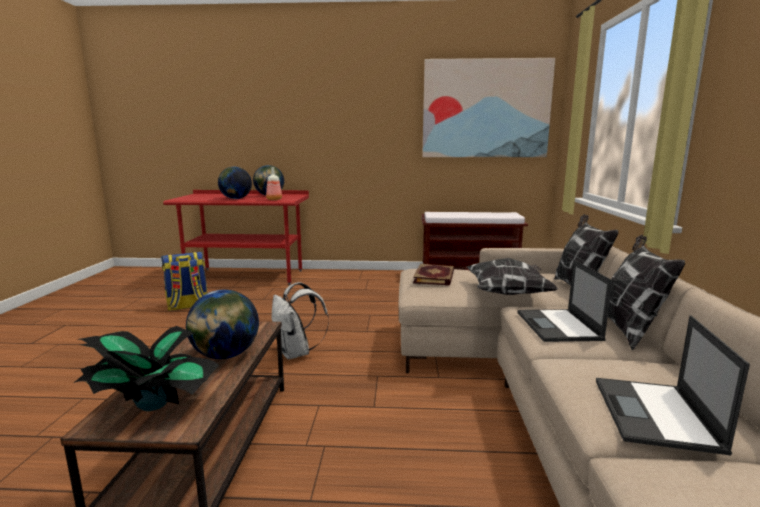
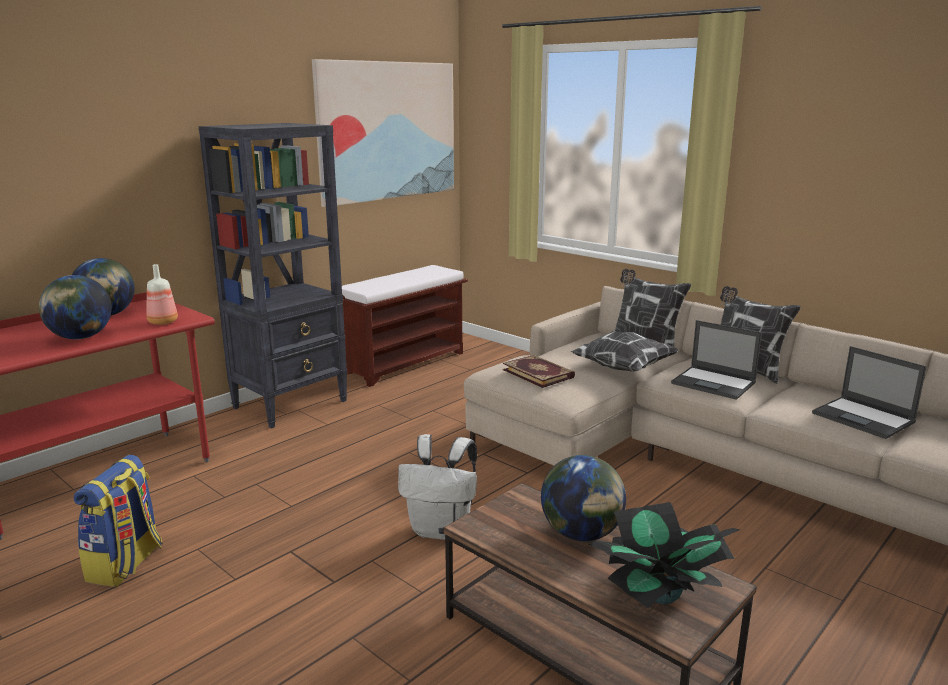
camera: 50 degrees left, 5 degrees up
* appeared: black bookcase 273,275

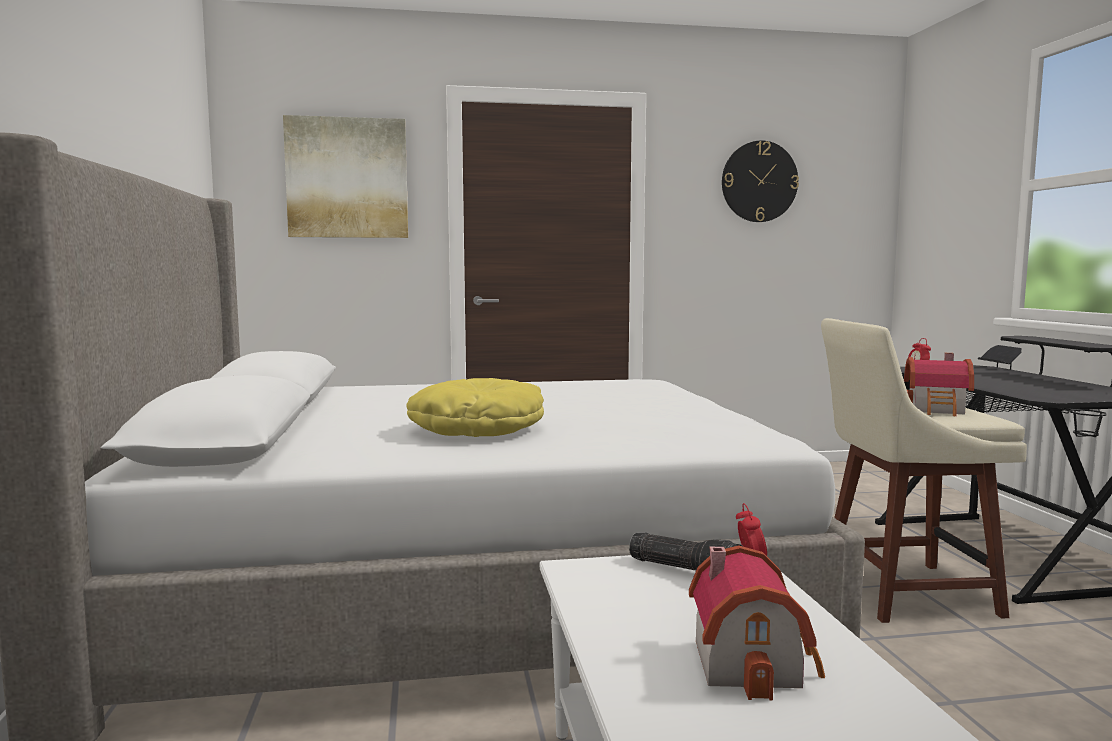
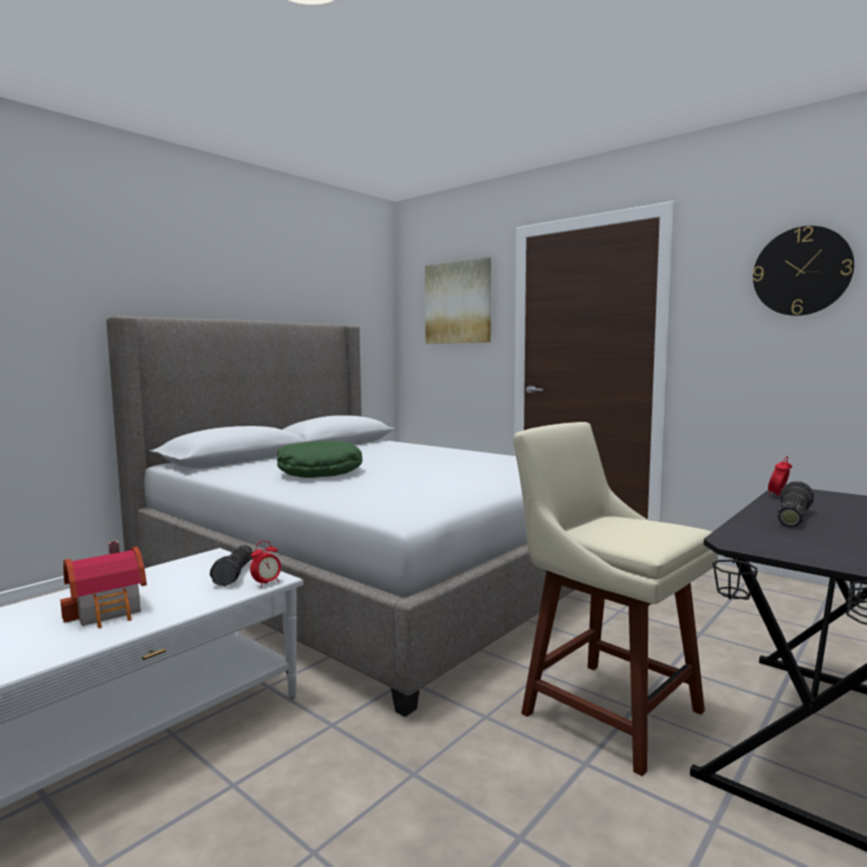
camera: 50 degrees right, 0 degrees up
* colour: yellow pillow 475,407 to green pillow 320,459
* missing: toy house 939,384
* appeared: flashlight 795,504

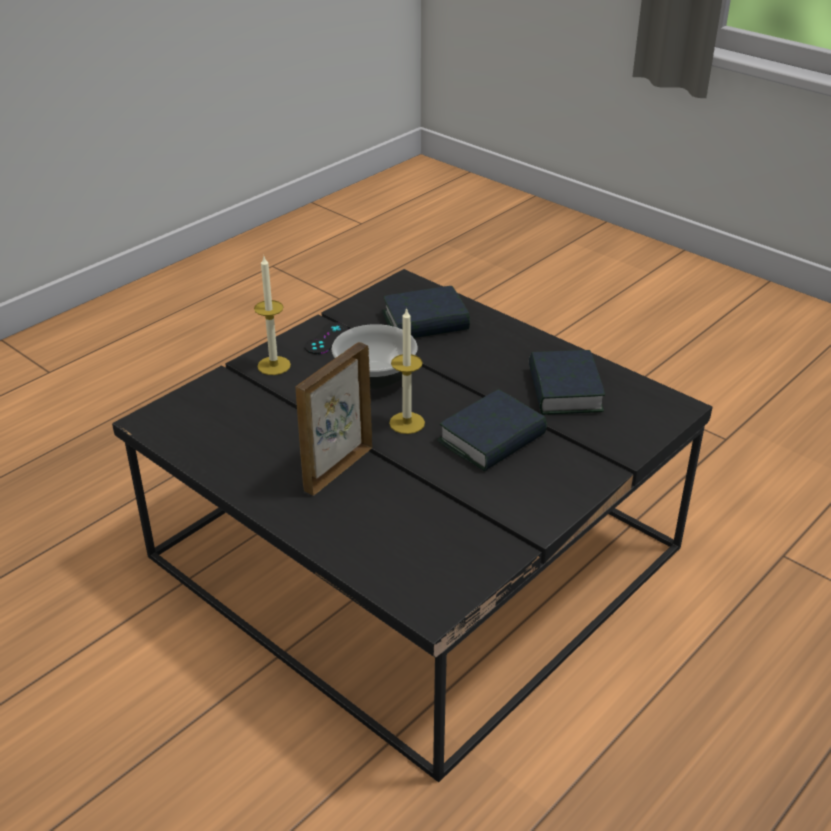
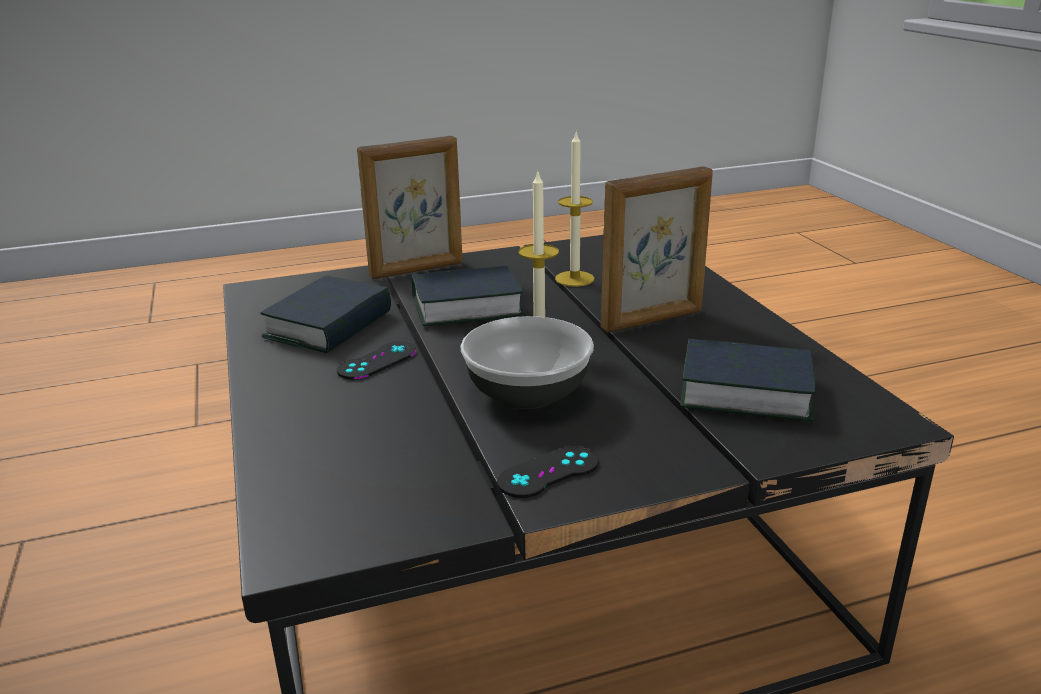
camera: 150 degrees left, 10 degrees down
* relocated: candle 272,315 to 575,208
* relocated: book 426,312 to 747,380
* appeared: black game controller 376,360
* appeared: picture frame 410,207

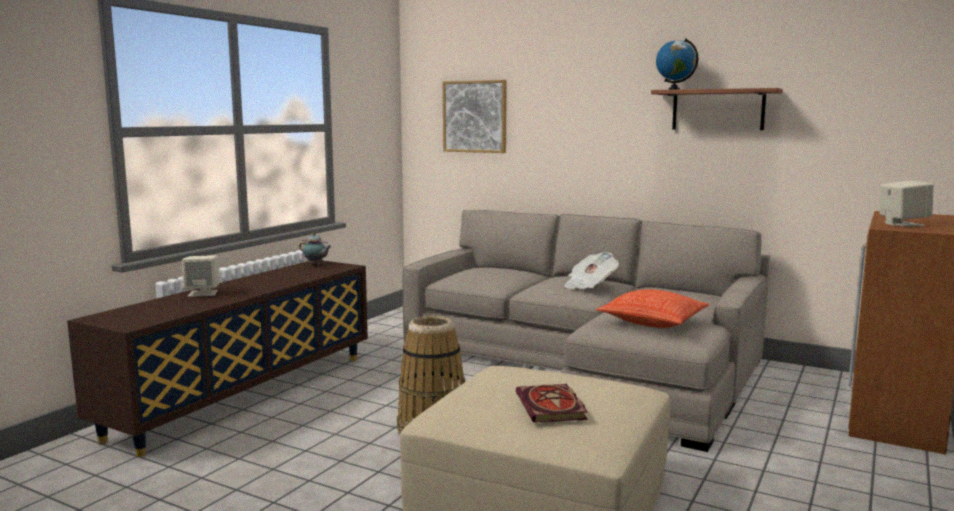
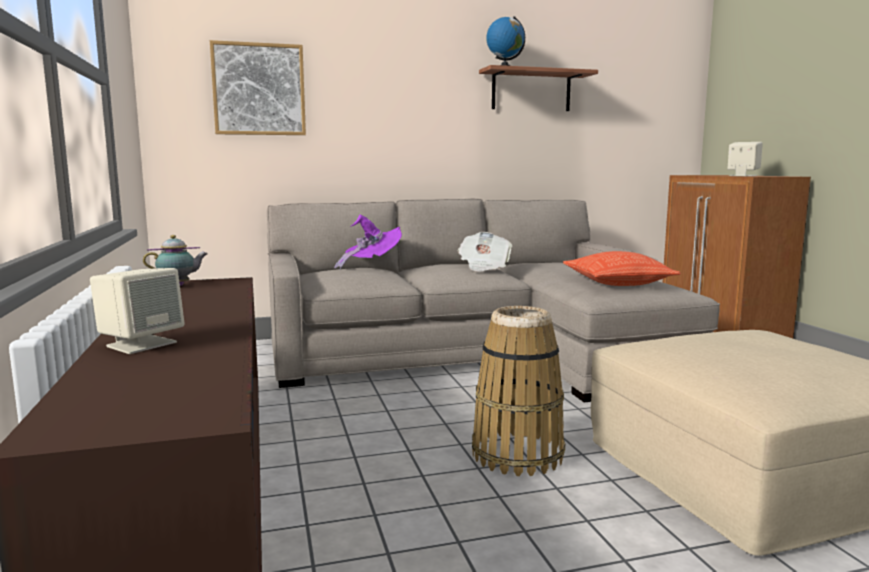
camera: 45 degrees left, 0 degrees up
* missing: book 552,403
* appeared: purple hat 368,242

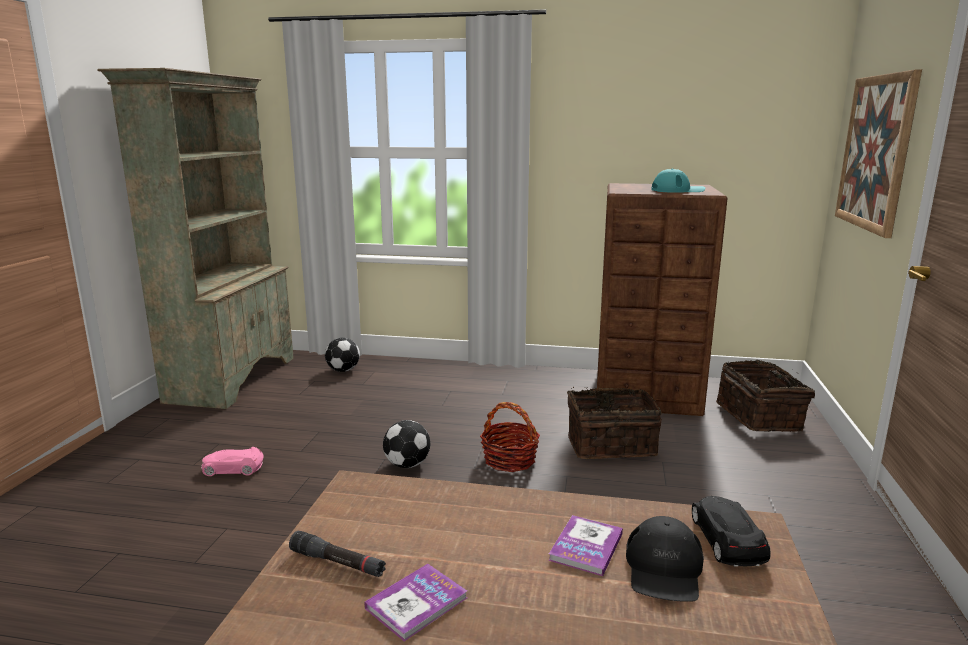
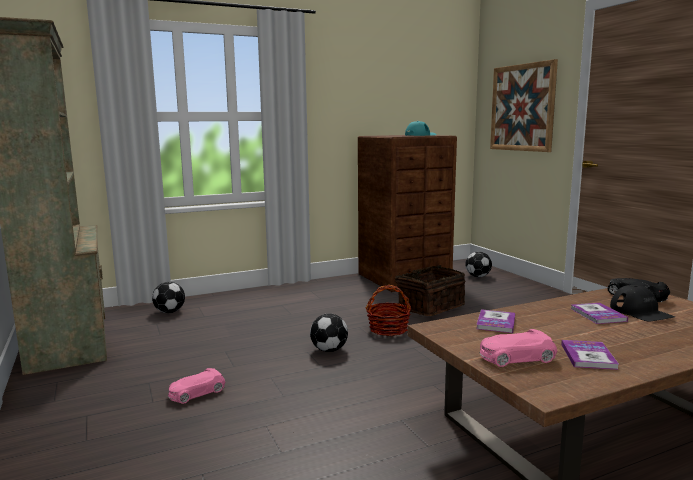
camera: 35 degrees left, 5 degrees down
* exchanged: black flashlight 337,554 to pink toy car 518,348
* exchanged: basket 765,396 to football 478,264
* appeared: book 495,321

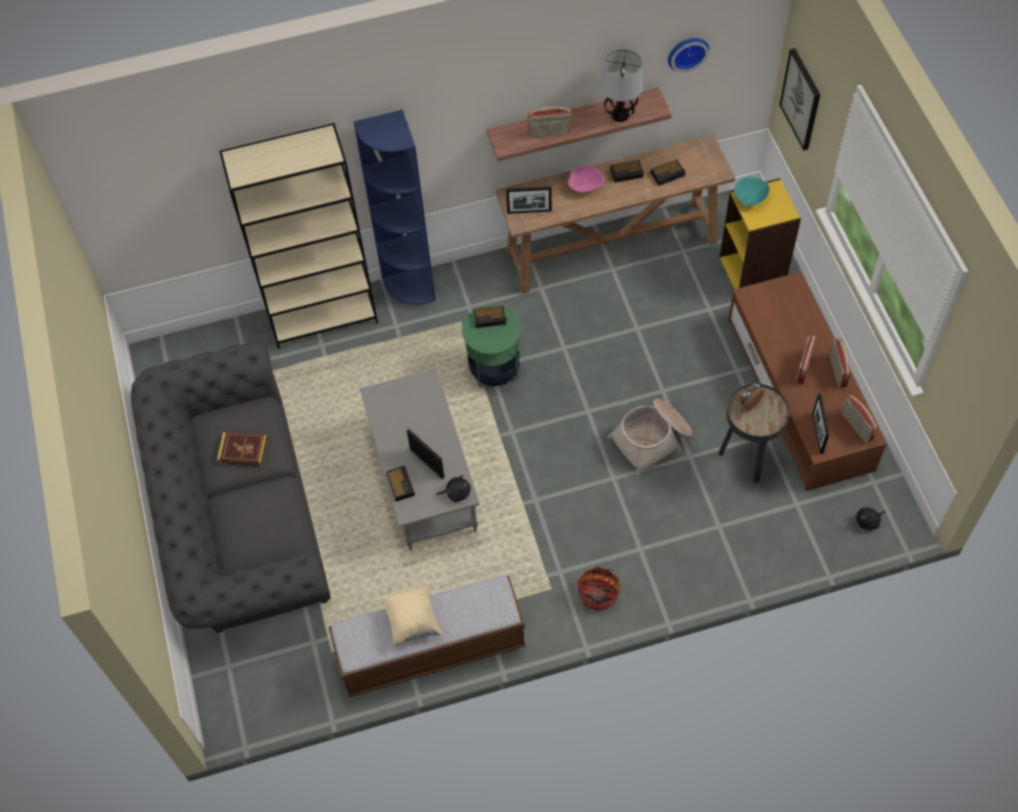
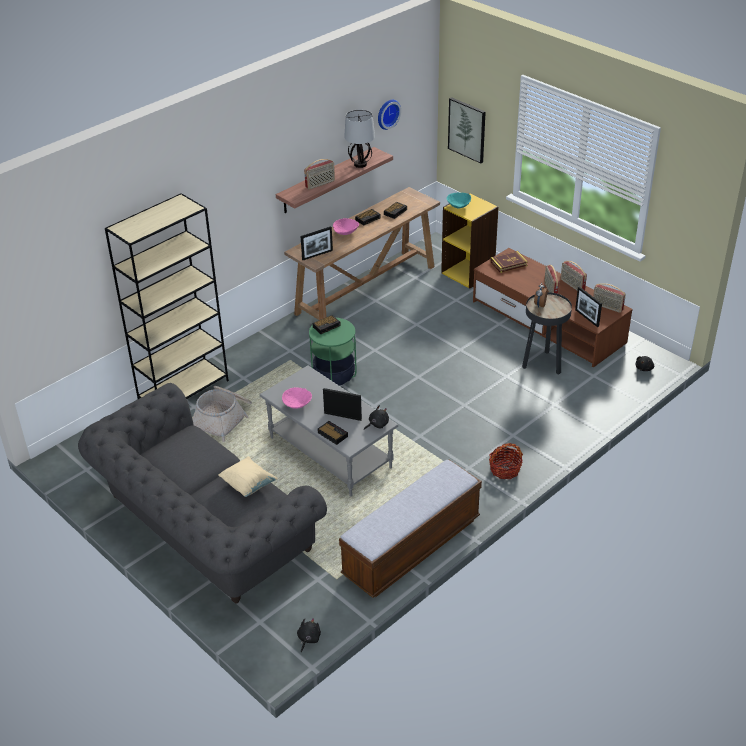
camera: 30 degrees left, 20 degrees down
* relocated: book 242,449 to 509,262
* missing: blue bookcase 394,207
* relocated: beige pillow 412,615 to 248,476
* relocated: basket 649,437 to 222,414
* appeared: pink bowl 297,398
* appeared: black plush toy 309,635

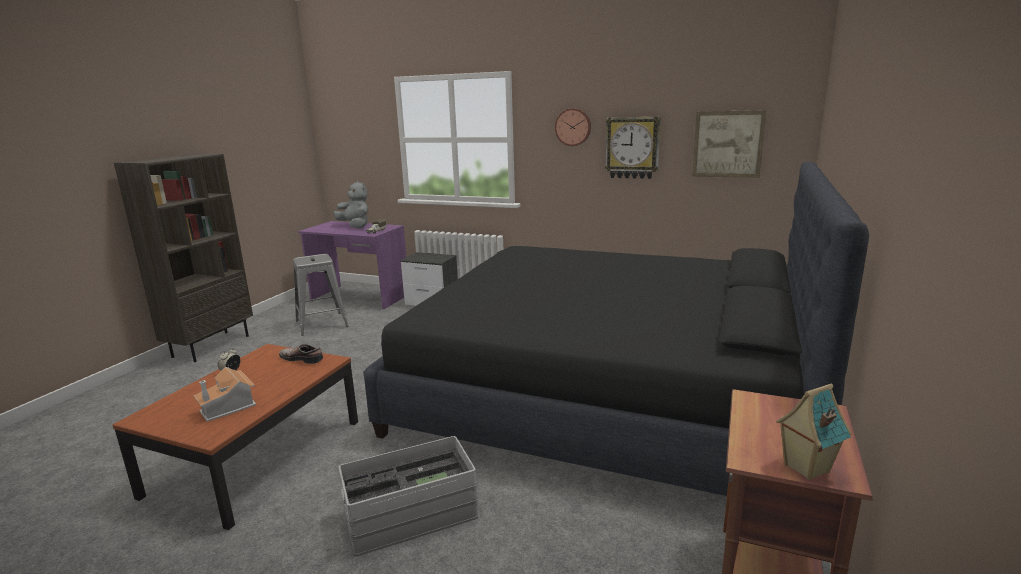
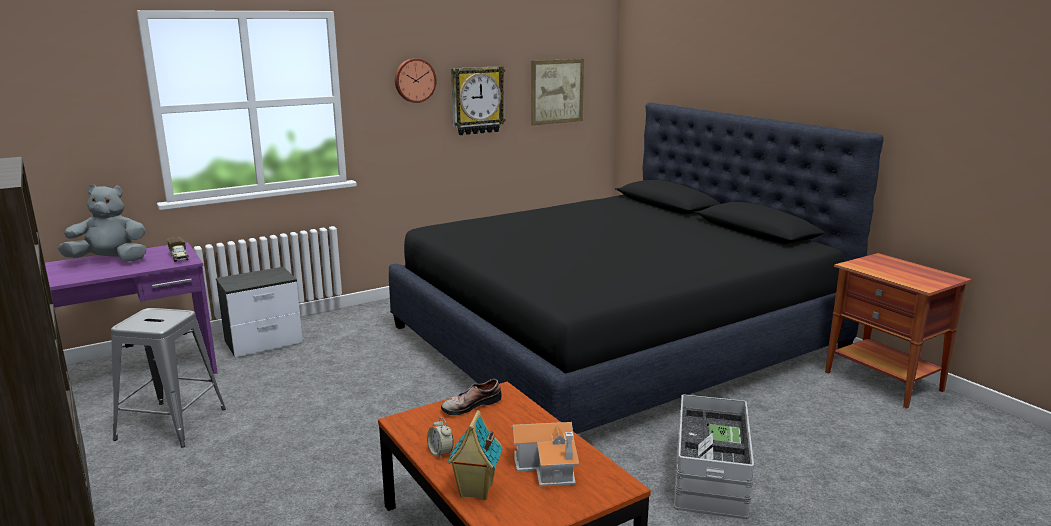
camera: 55 degrees left, 0 degrees up
* relocated: toy house 814,432 to 475,455

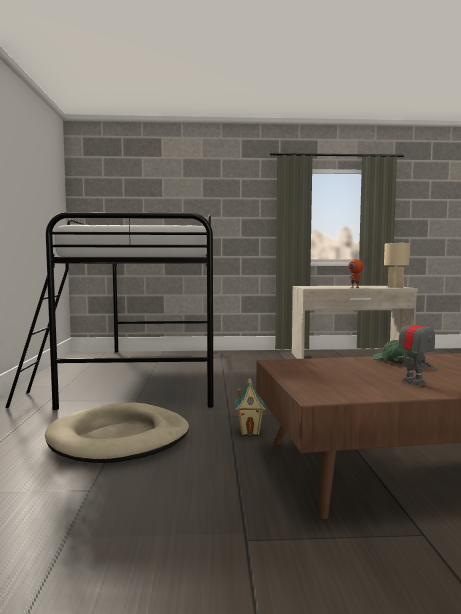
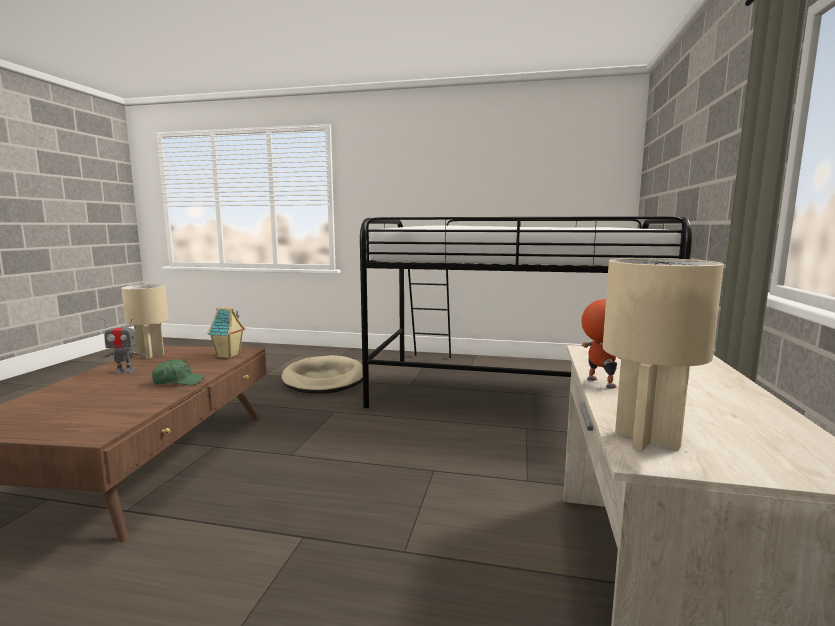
camera: 105 degrees right, 5 degrees up
* relocated: toy house 250,406 to 226,332
* appeared: beige table lamp 144,321

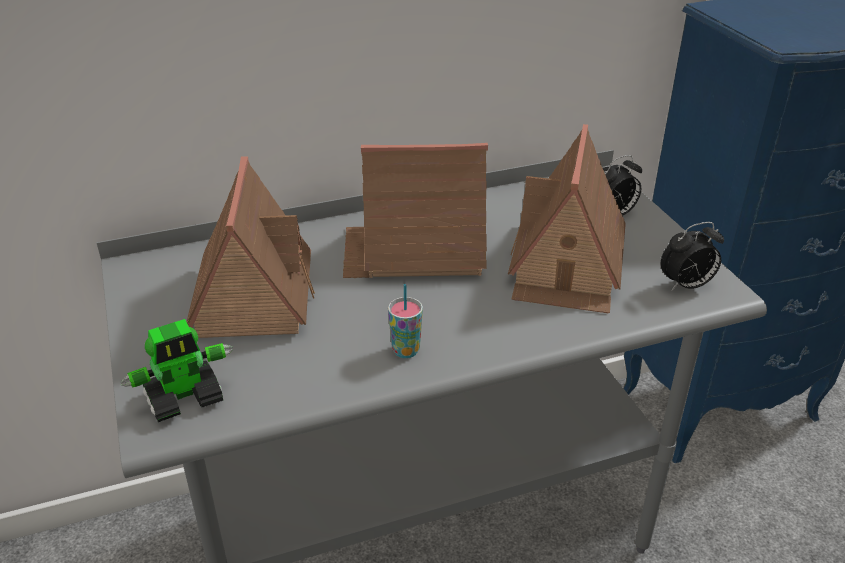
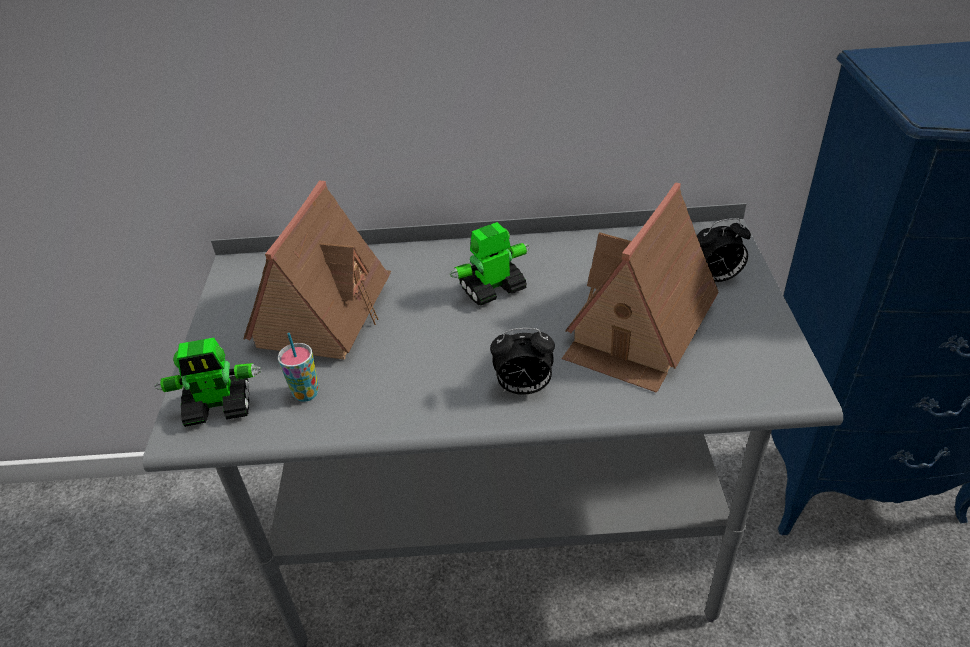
camera: 20 degrees right, 5 degrees up
* exchanged: toy house 415,210 to toy robot 489,264
* relocated: cup 405,321 to 298,367
* relocated: alarm clock 692,256 to 522,361

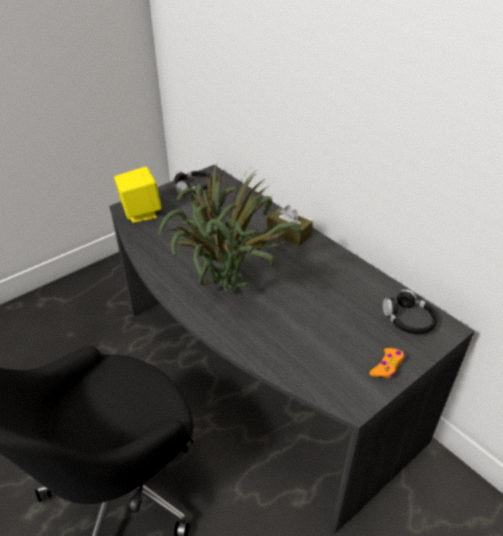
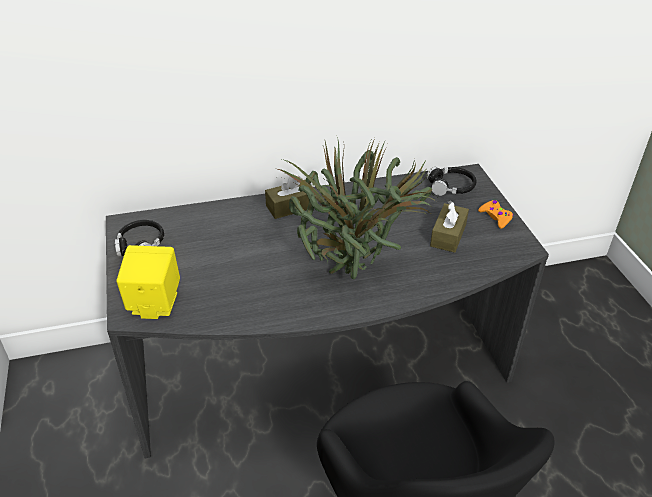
camera: 65 degrees left, 0 degrees up
* appeared: brown tissue box 449,227

